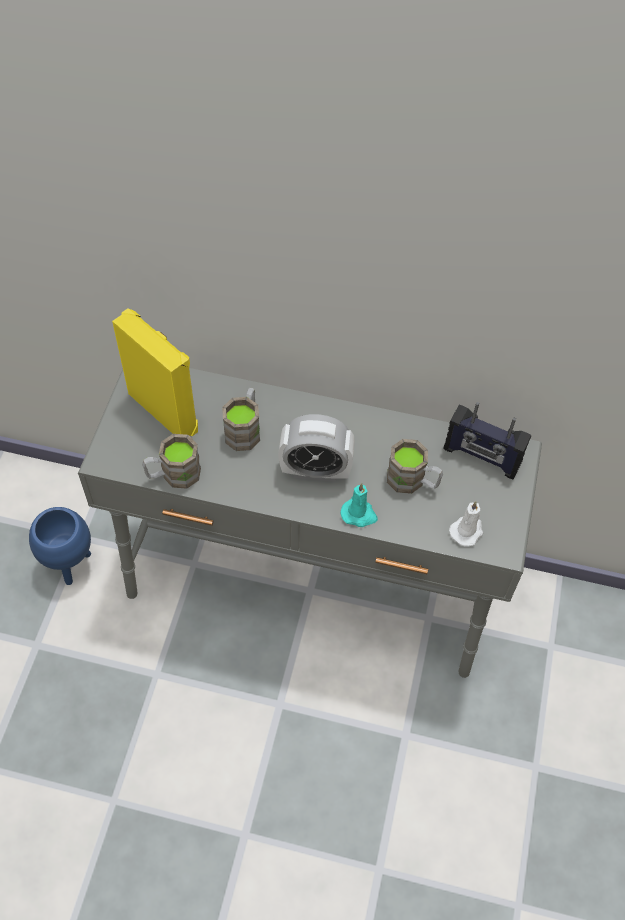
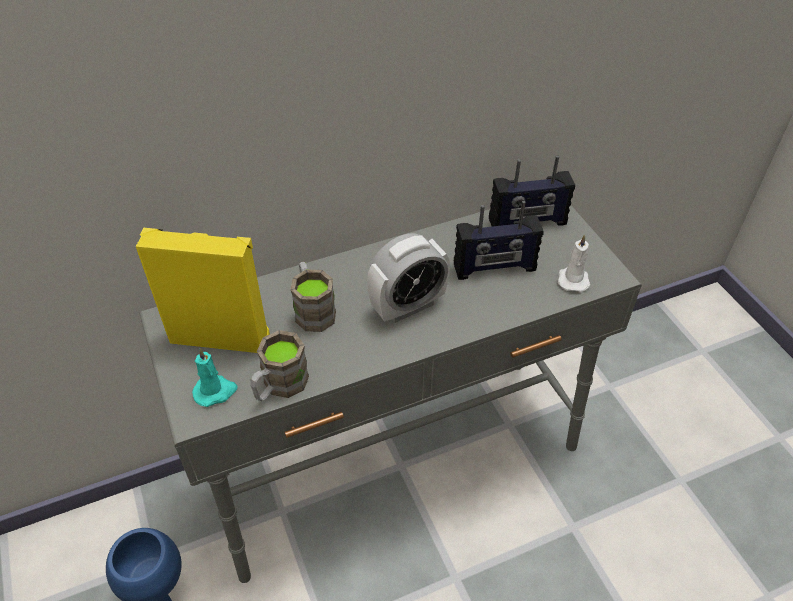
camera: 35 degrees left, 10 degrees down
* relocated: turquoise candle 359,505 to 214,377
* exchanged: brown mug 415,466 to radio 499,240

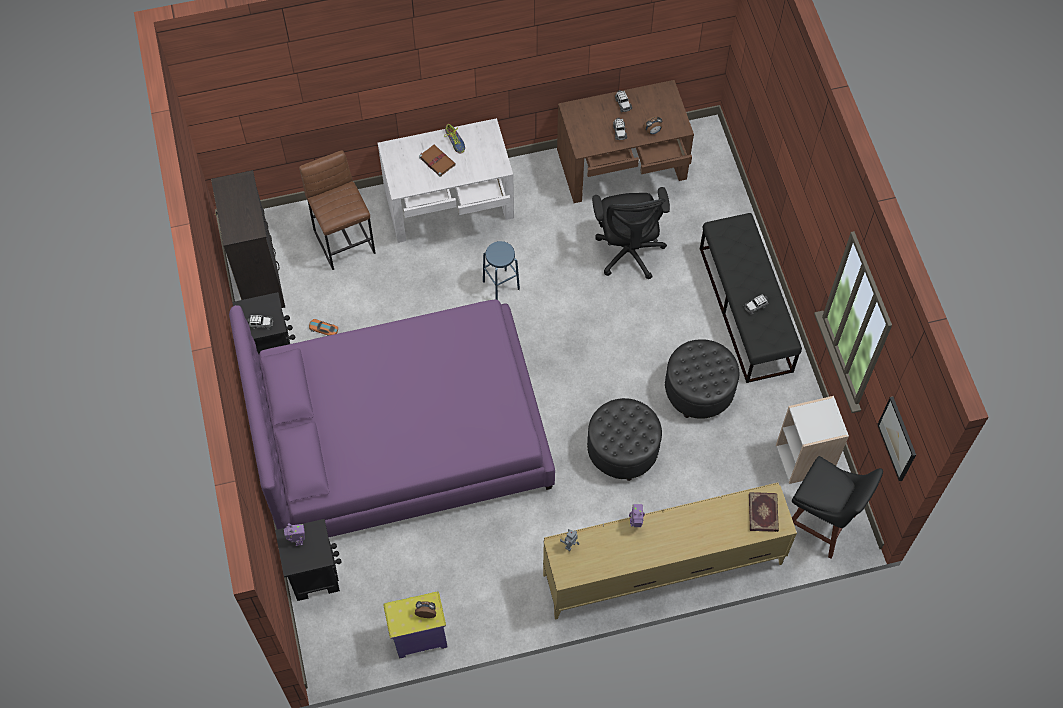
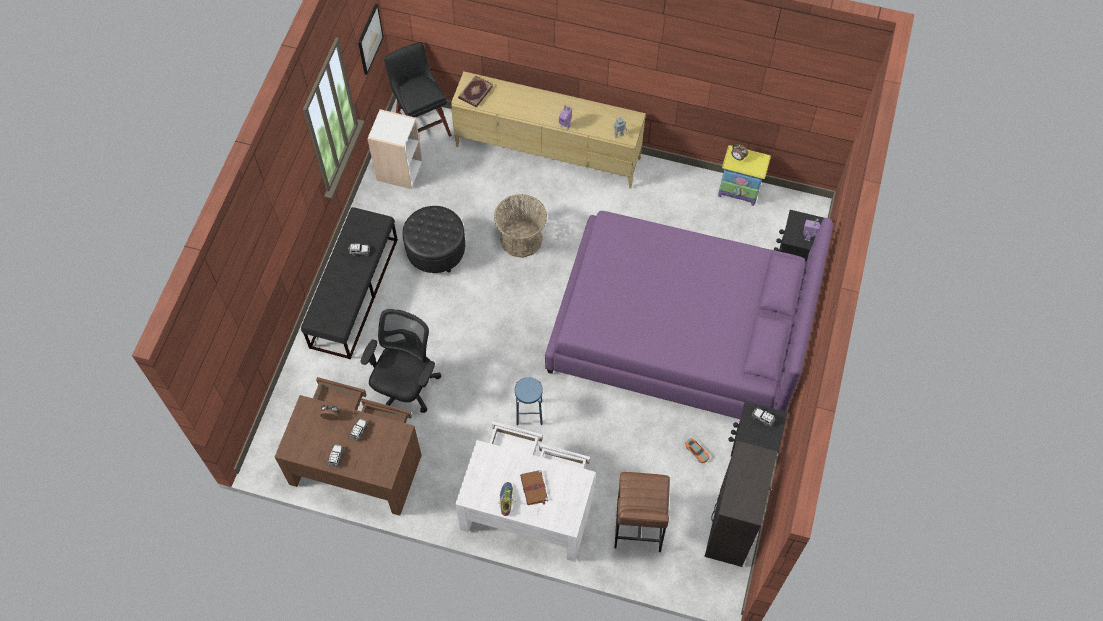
camera: 150 degrees left, 0 degrees up
* exchanged: black ottoman 624,439 to basket 520,226

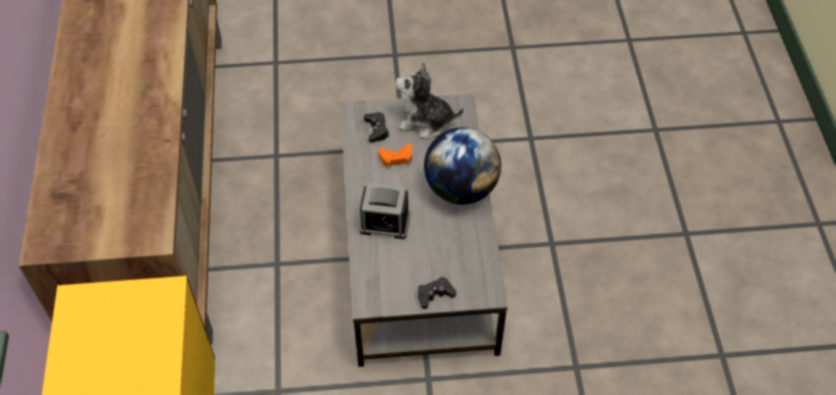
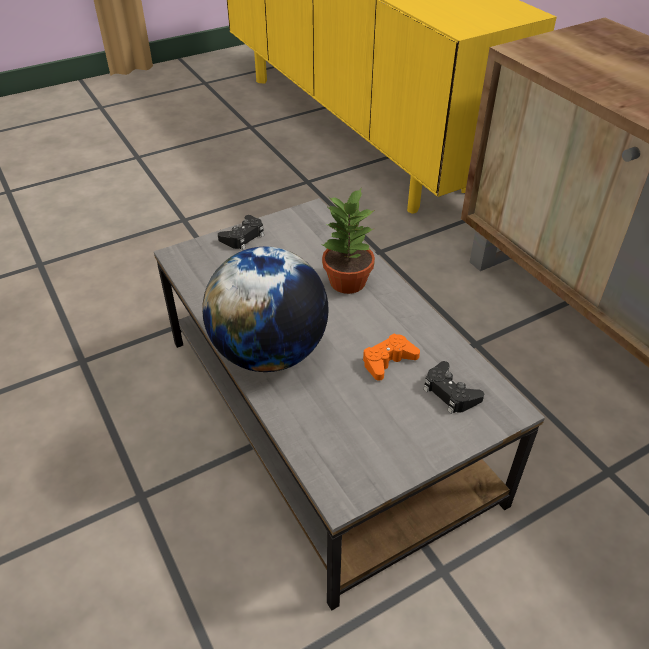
camera: 155 degrees right, 10 degrees down
* exchanged: alarm clock 384,210 to potted plant 347,240
* missing: plush toy 429,100

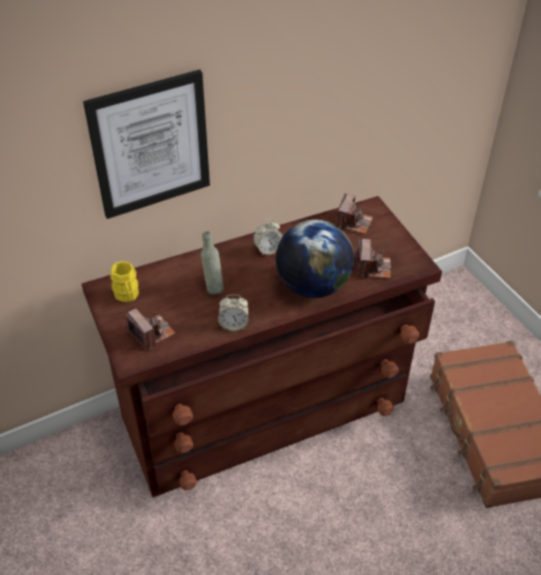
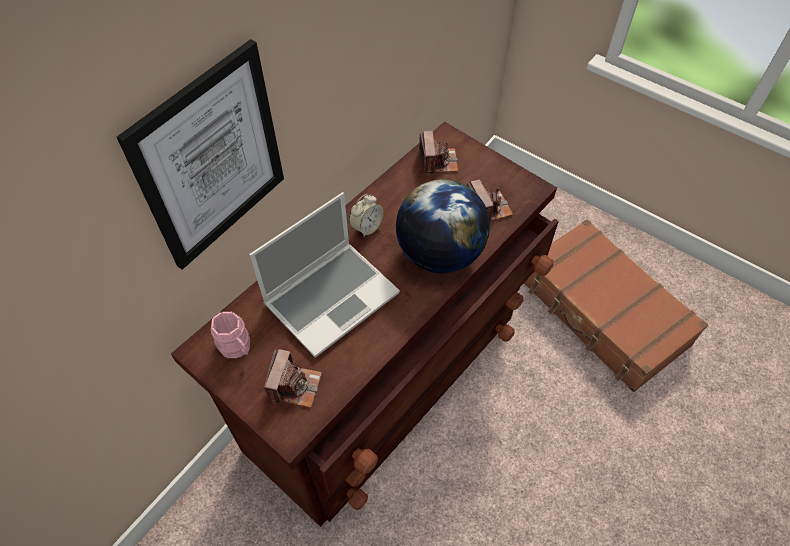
camera: 25 degrees left, 10 degrees up
* colour: yellow mug 124,281 to pink mug 230,335
* spun: photo camera 150,329 = 293,378 75 degrees clockwise
* exchanged: grey bottle 212,262 to laptop 324,275
* missing: alarm clock 233,312

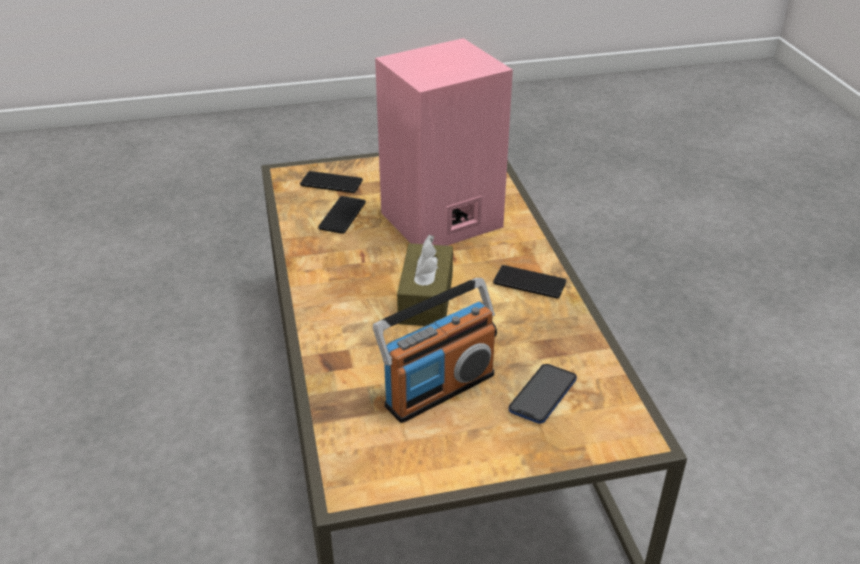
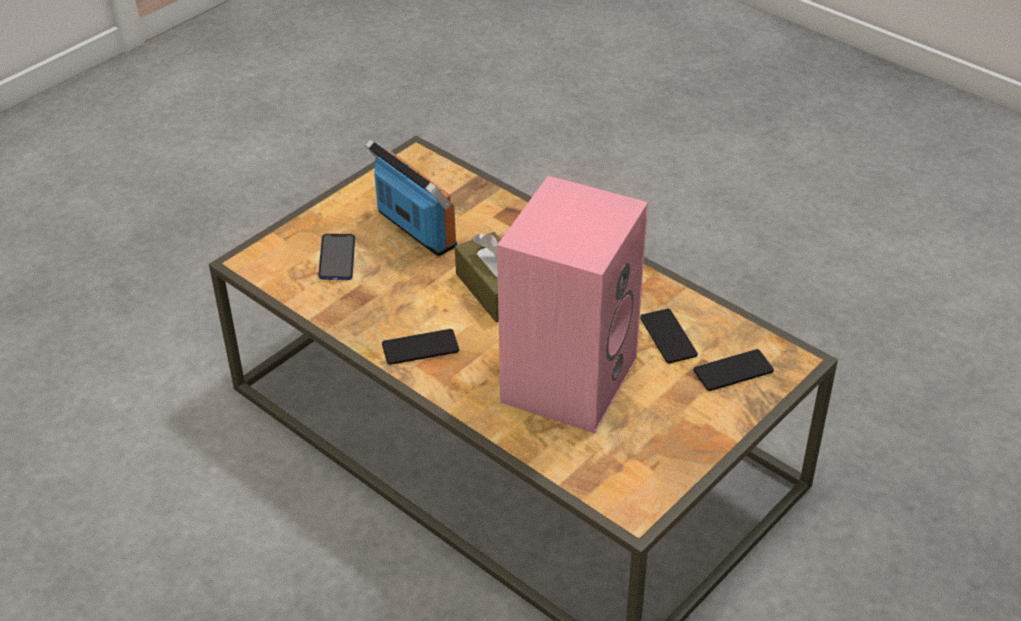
camera: 145 degrees right, 5 degrees up
* spun: radio 435,350 = 411,197 120 degrees clockwise

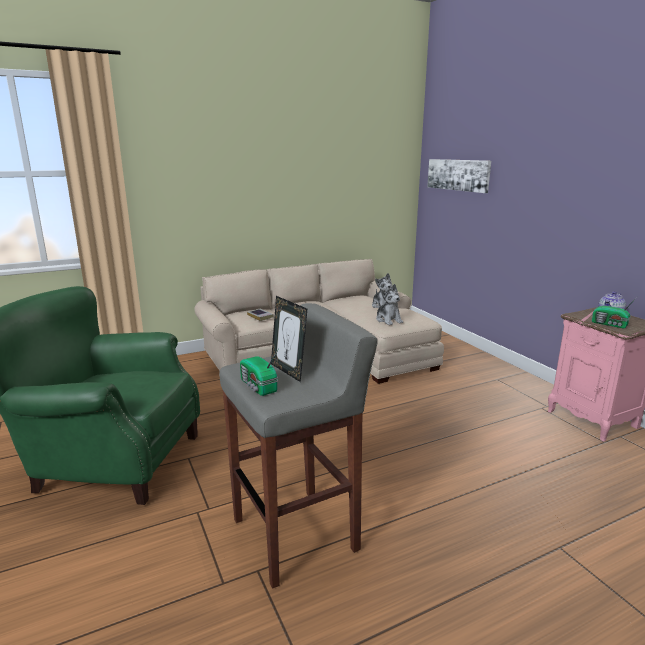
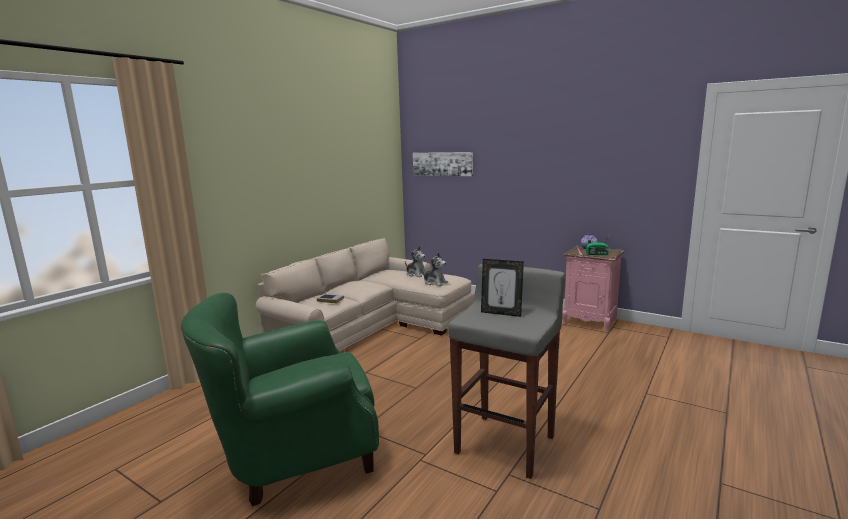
camera: 30 degrees left, 5 degrees down
* missing: radio 259,372

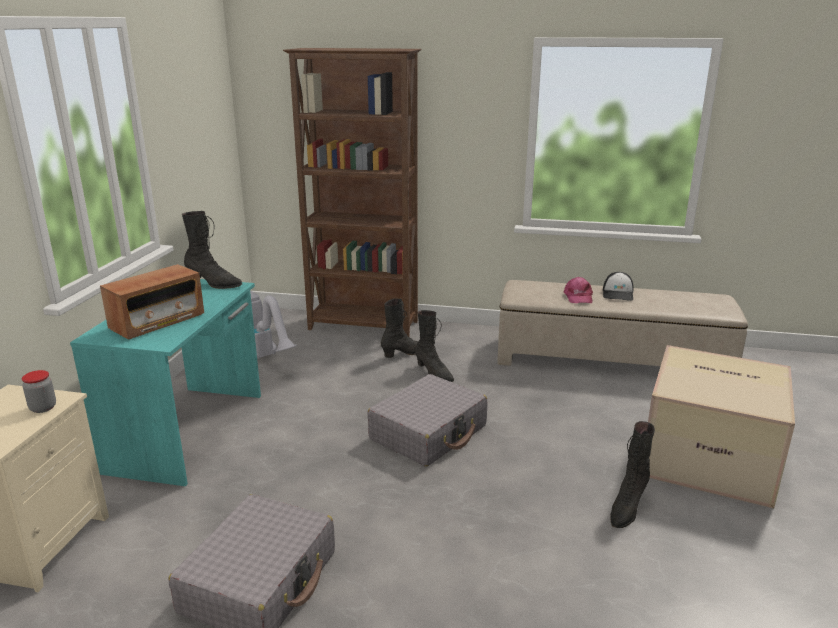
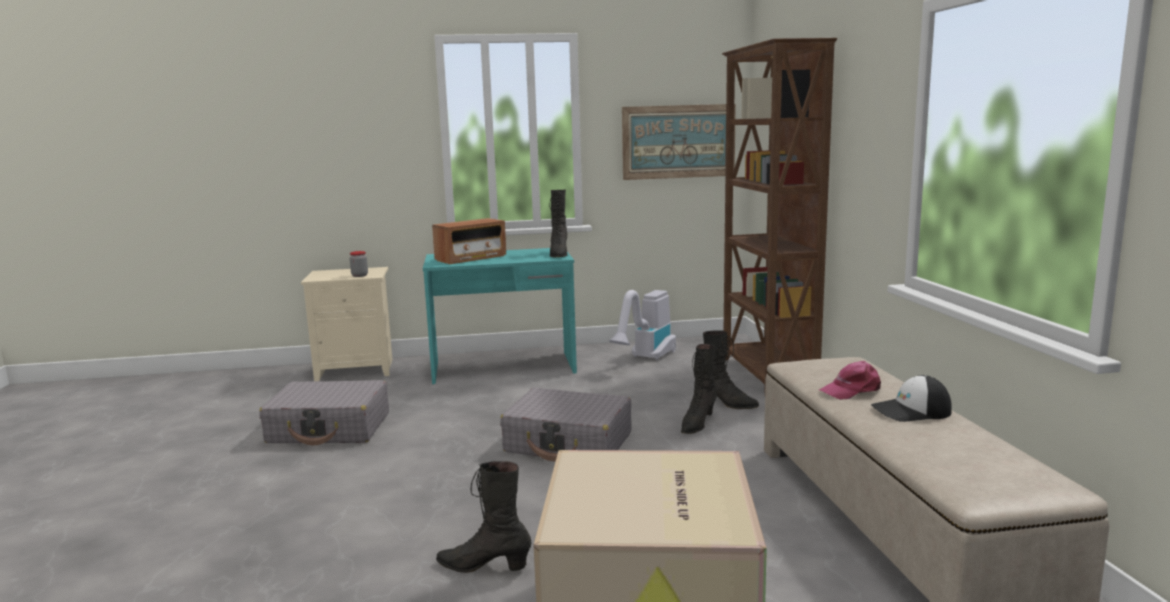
camera: 70 degrees right, 10 degrees down
* spun: radio 152,302 = 469,241 60 degrees counterclockwise
* appeared: picture 679,142

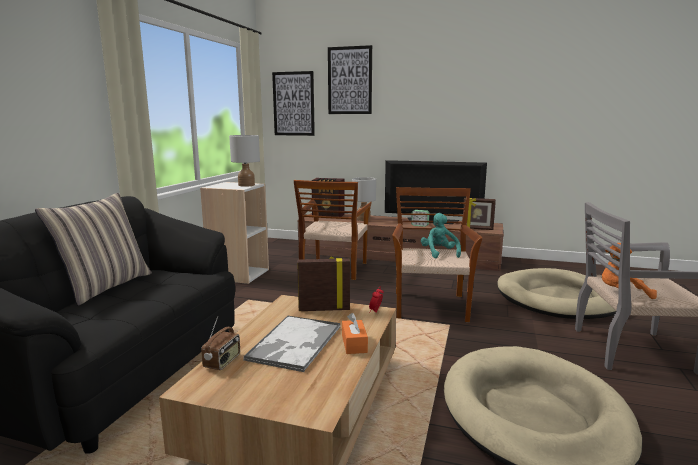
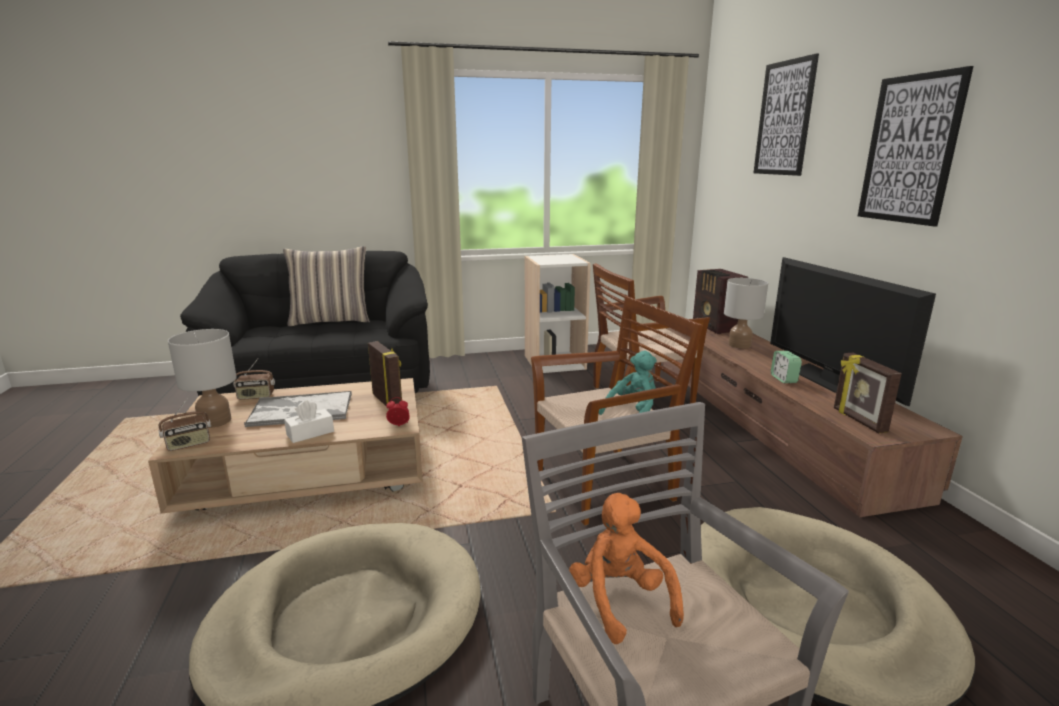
camera: 60 degrees right, 5 degrees up
* relocated: grey table lamp 244,161 to 202,378
* relocated: picture 293,103 to 916,146
* colour: orange tissue box 355,333 to white tissue box 309,422
* appeared: radio 185,425

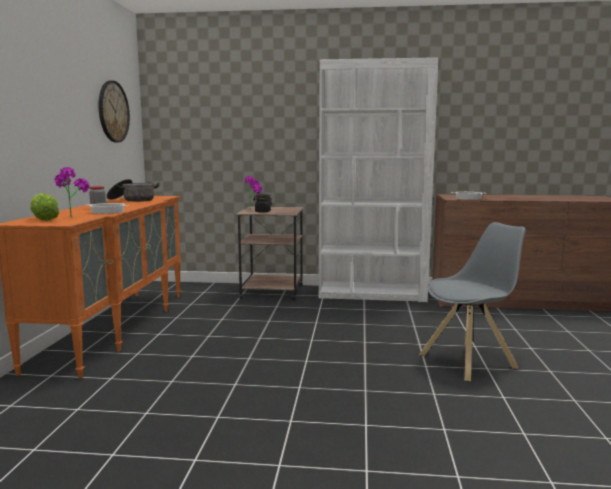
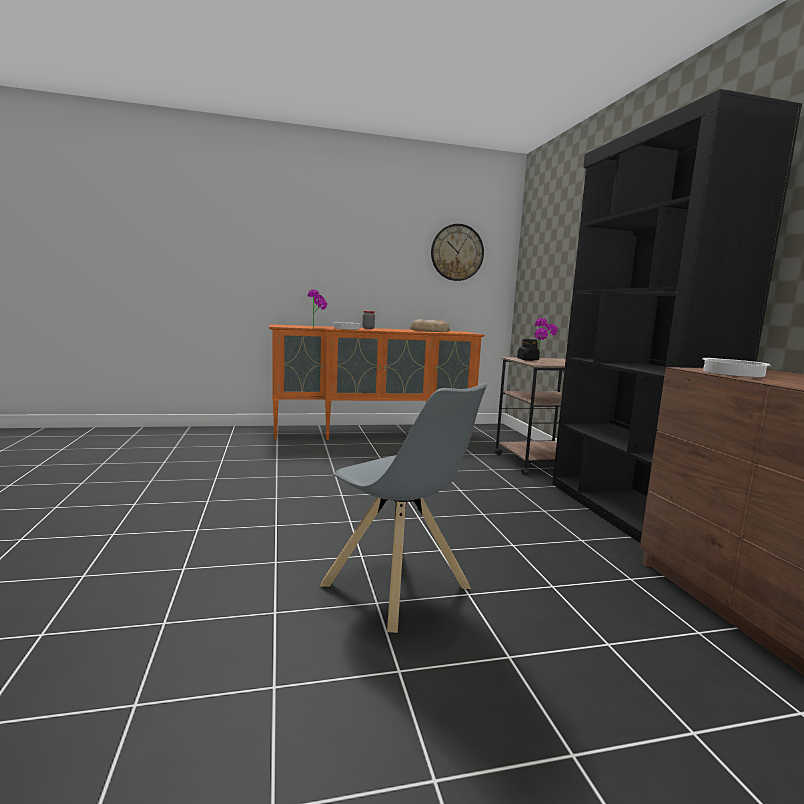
camera: 70 degrees right, 0 degrees up
* missing: lettuce 44,207
* exchanged: cooking pot 133,190 to bread 430,325
* colour: white bookcase 378,179 to black bookcase 677,316

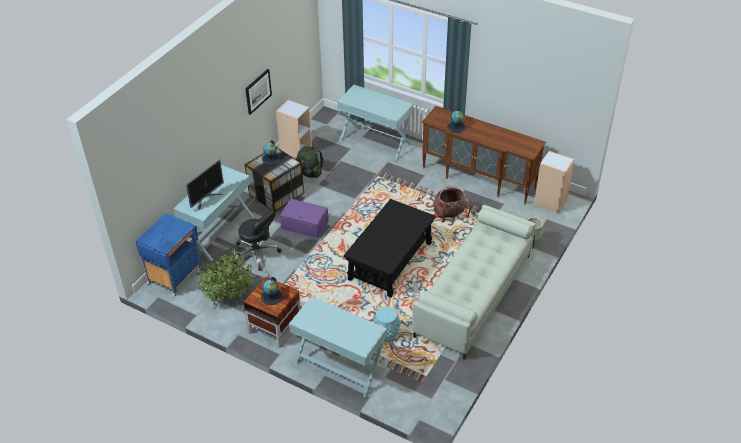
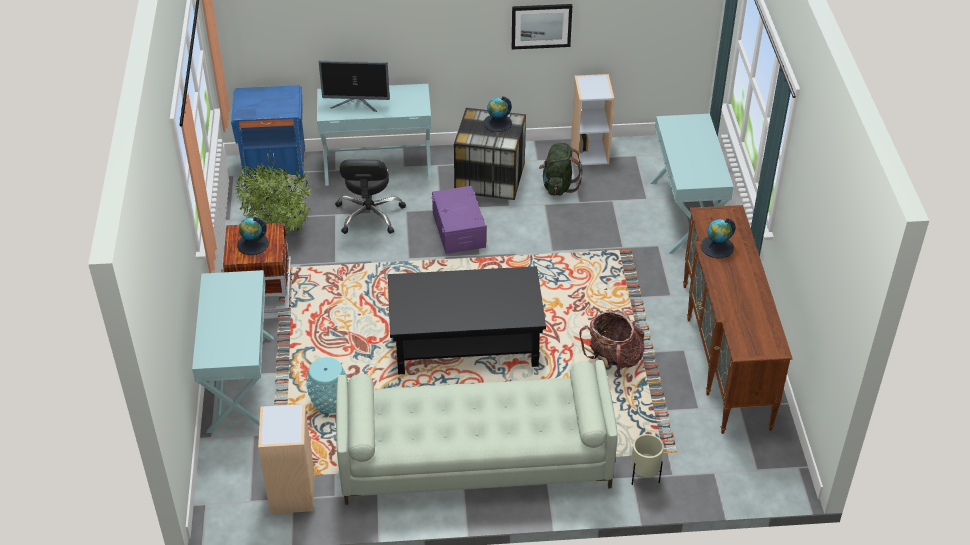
camera: 55 degrees right, 0 degrees up
* relocated: bookcase 554,182 to 286,459

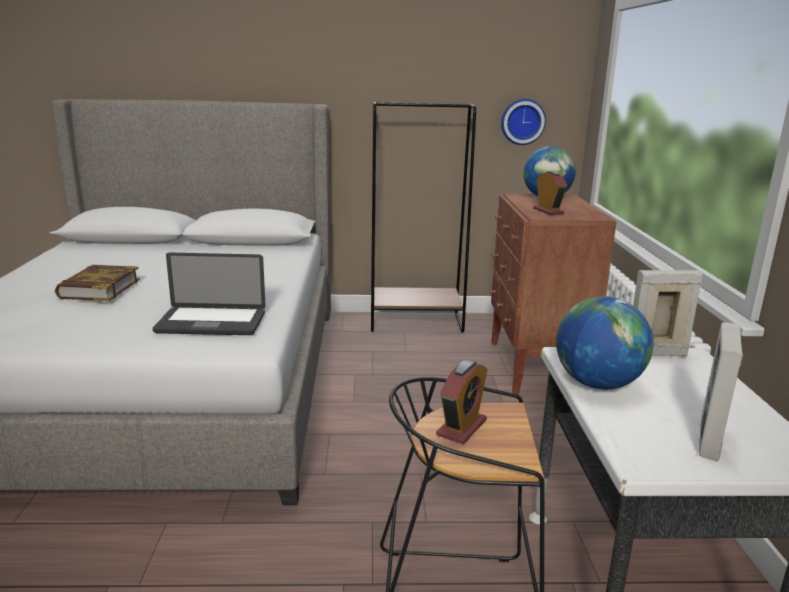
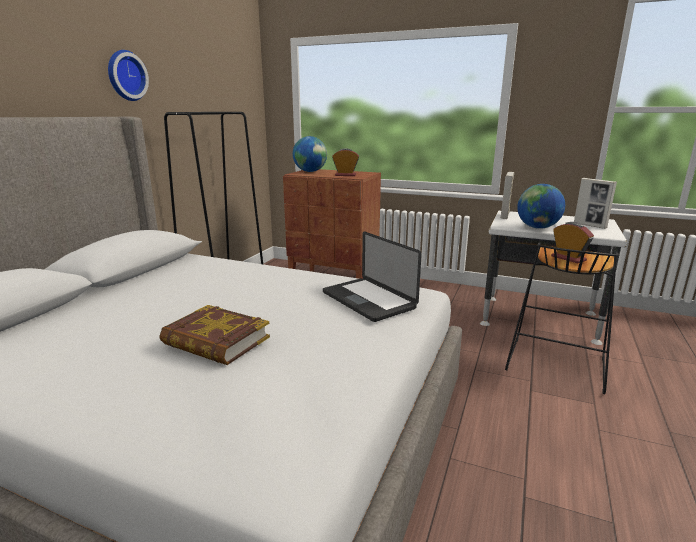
camera: 65 degrees left, 0 degrees up
* spun: laptop 209,294 = 372,276 120 degrees clockwise
* relocated: wall clock 523,122 to 128,75

